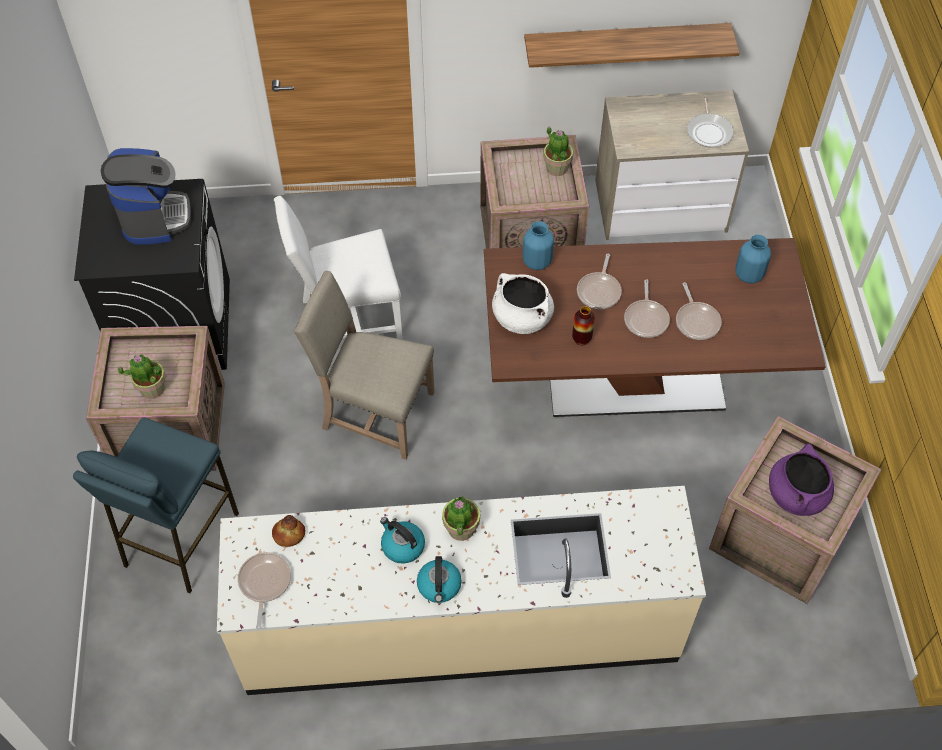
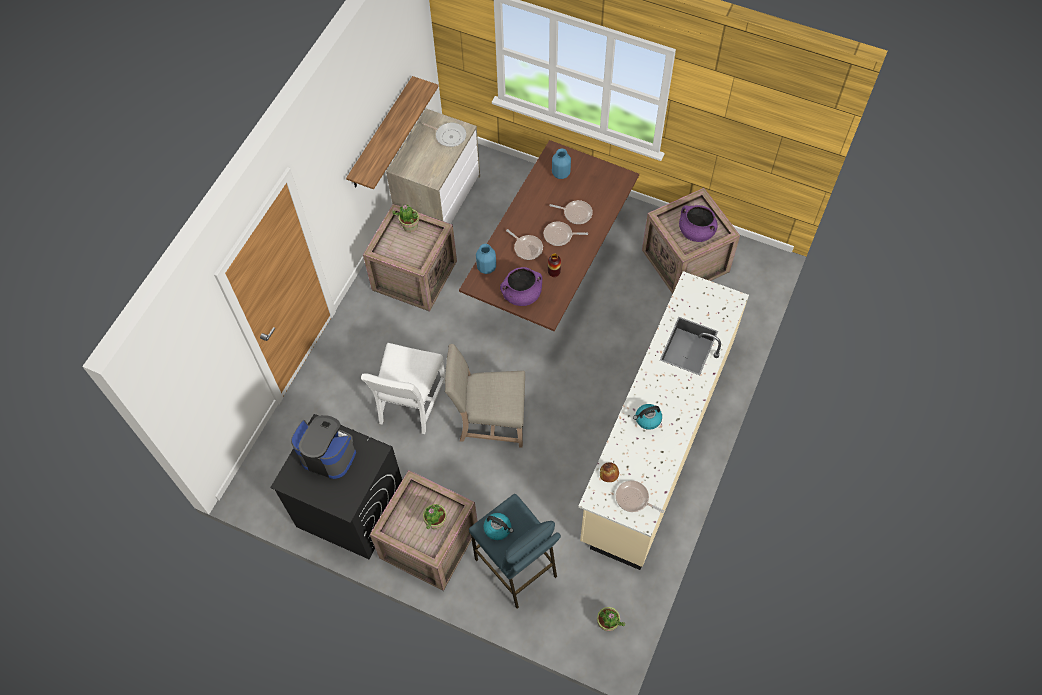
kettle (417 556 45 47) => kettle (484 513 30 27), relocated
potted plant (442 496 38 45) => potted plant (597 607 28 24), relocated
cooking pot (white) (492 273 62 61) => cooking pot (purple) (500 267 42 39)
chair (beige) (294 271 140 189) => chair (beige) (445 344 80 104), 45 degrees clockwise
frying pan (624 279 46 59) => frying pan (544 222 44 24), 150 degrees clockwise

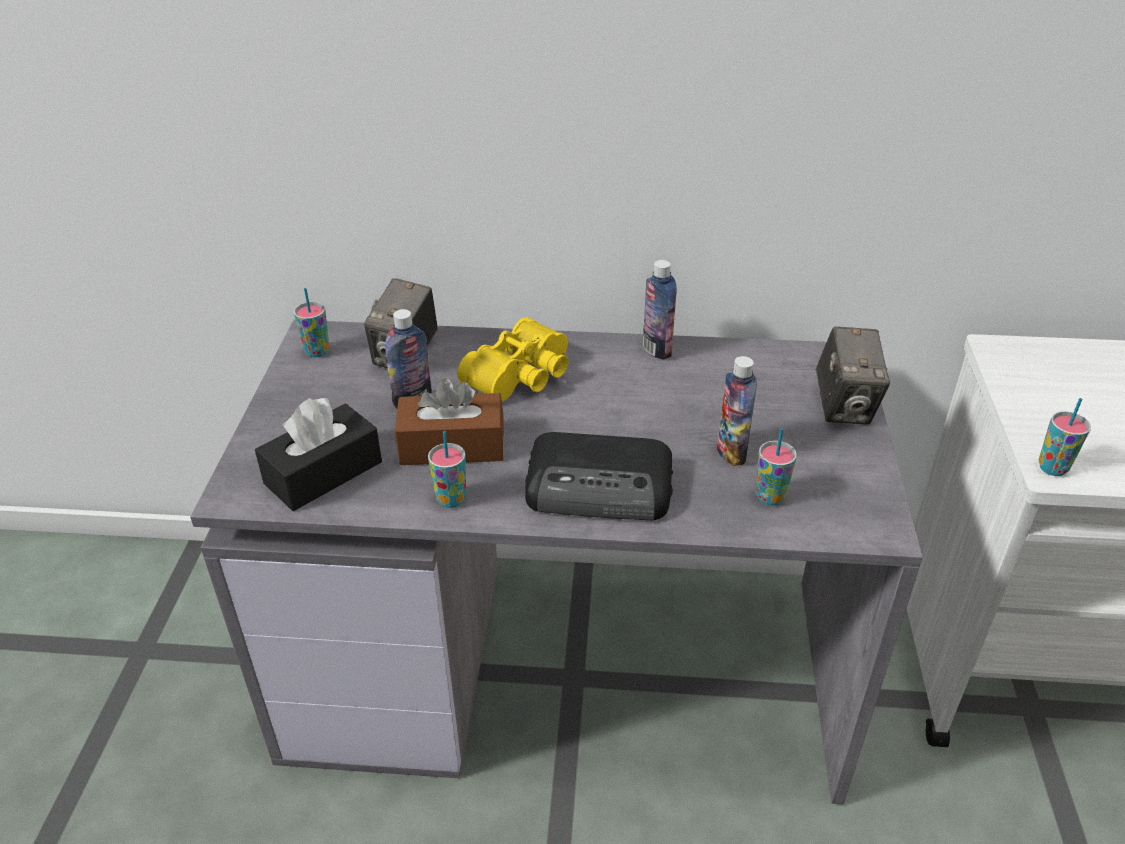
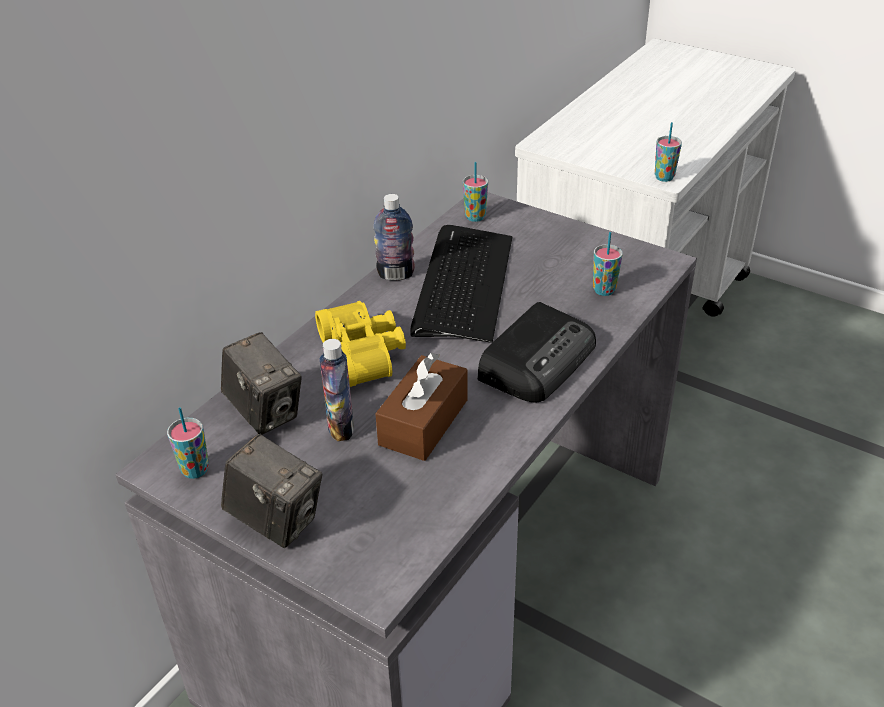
tissue box (black) (255 398 127 113) => nothing
bottle (717 356 40 110) => nothing
nothing => keyboard (410 225 102 118)
cup (428 431 38 77) => cup (463 162 25 60), relocated
photo camera (816 327 74 97) => photo camera (221 434 101 114), relocated

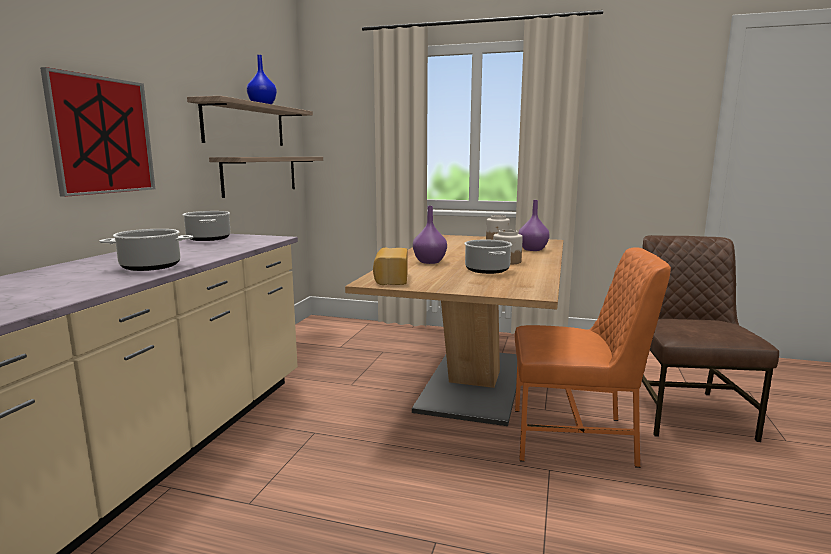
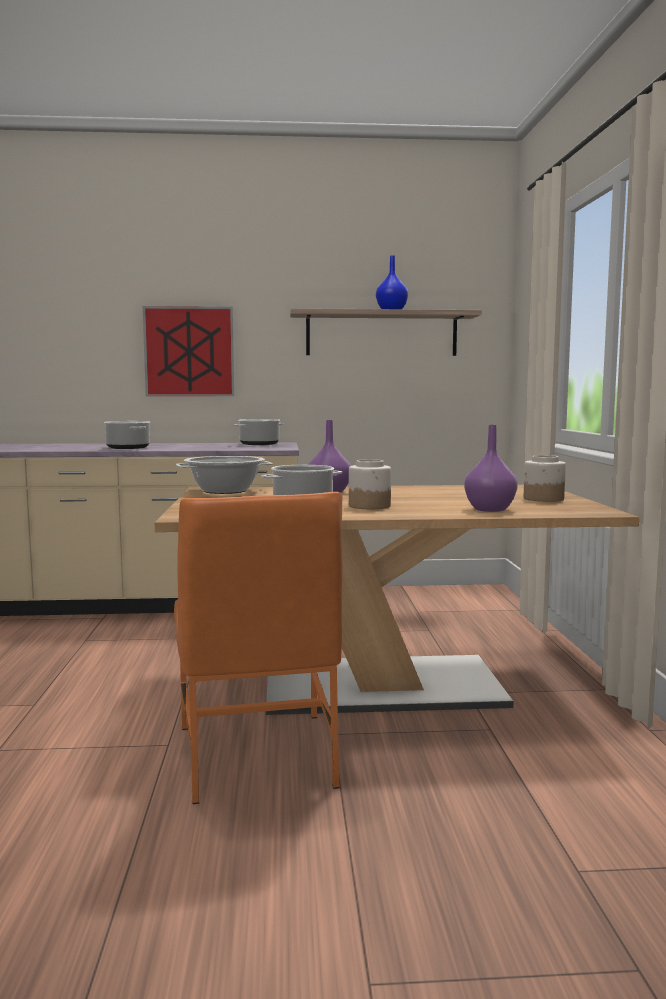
shelf (209 157 114 41) => nothing
chair (brown) (642 235 137 207) => nothing
bread (373 248 34 37) => cooking pot (176 456 97 38)

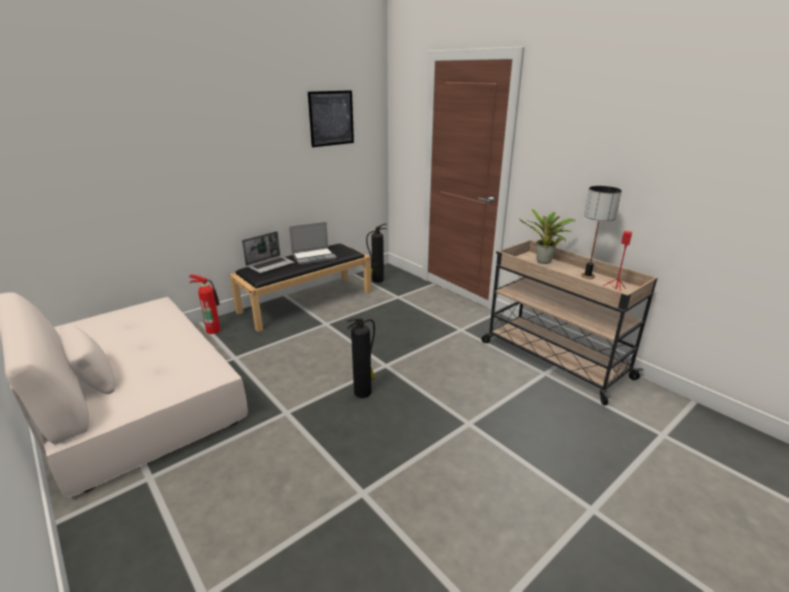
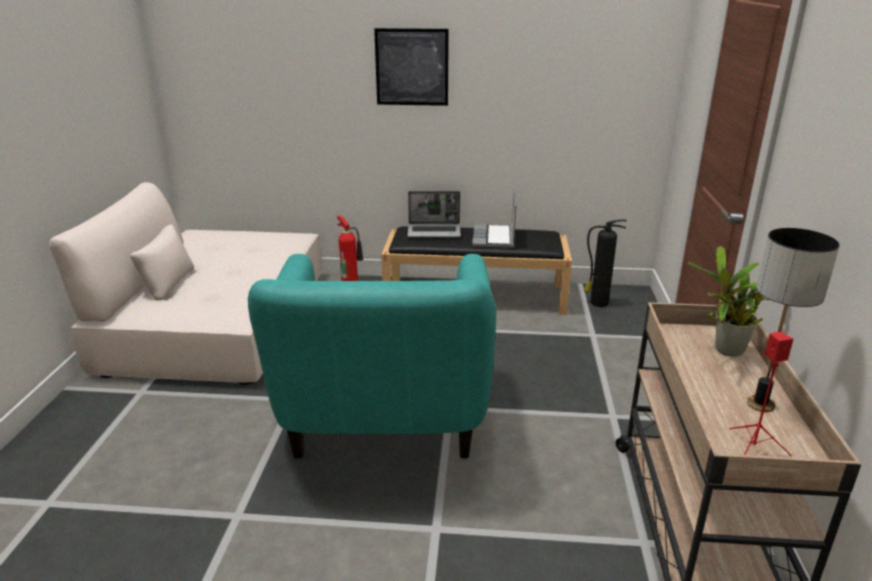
picture (308 90 46 57) => picture (374 28 75 78), relocated
fire extinguisher (346 318 29 80) => armchair (turquoise) (248 254 248 204)
laptop (289 222 48 43) => laptop (472 189 44 59), 75 degrees clockwise

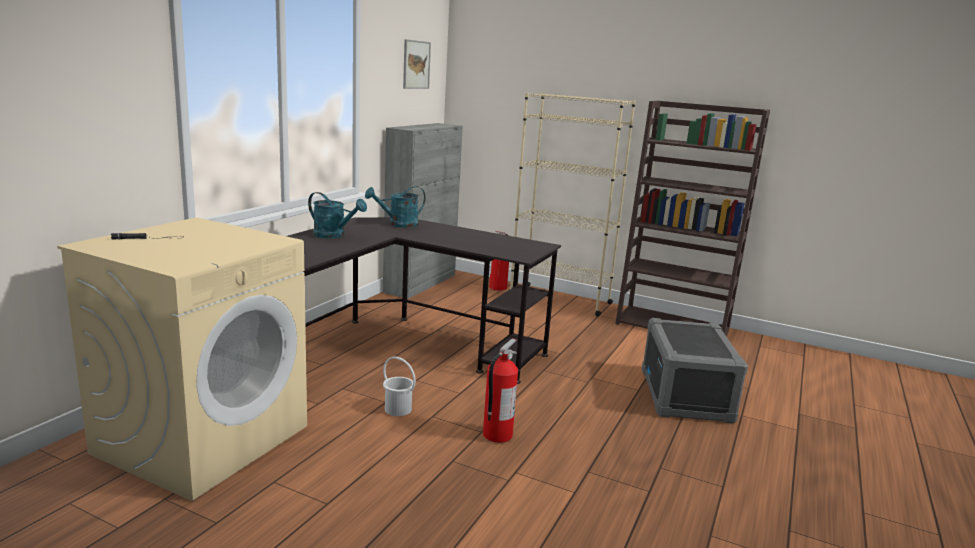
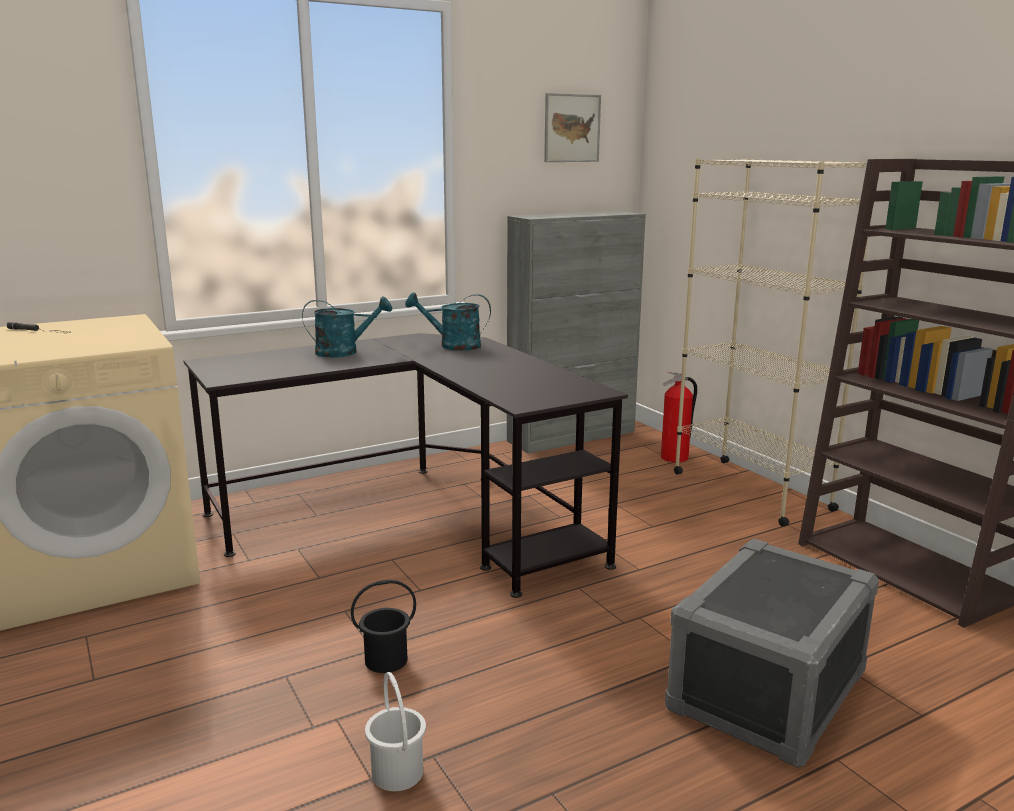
bucket (white) (383 357 33 59) => bucket (white) (365 672 61 119), relocated
fire extinguisher (483 338 35 105) => bucket (black) (351 580 65 93)
watering can (turquoise) (308 192 59 47) => watering can (turquoise) (302 296 90 61), 75 degrees counterclockwise

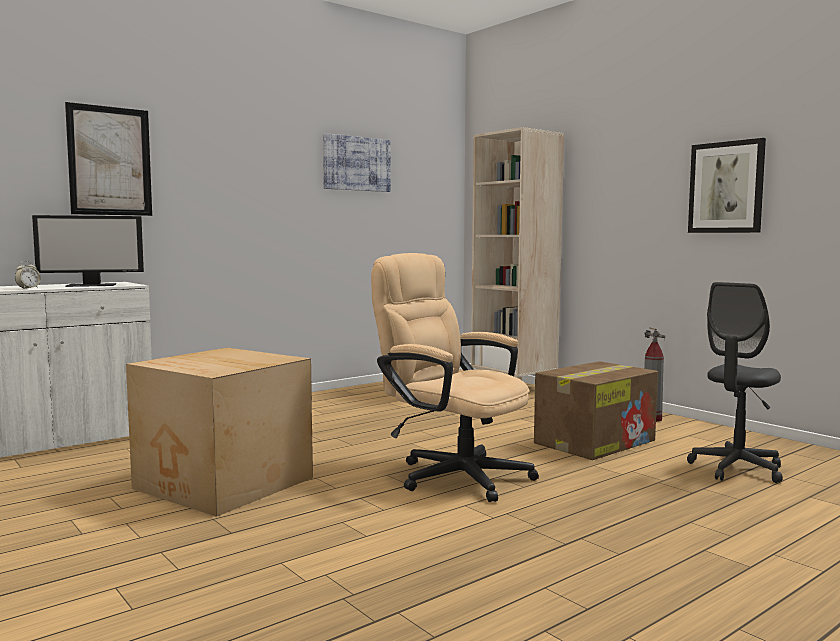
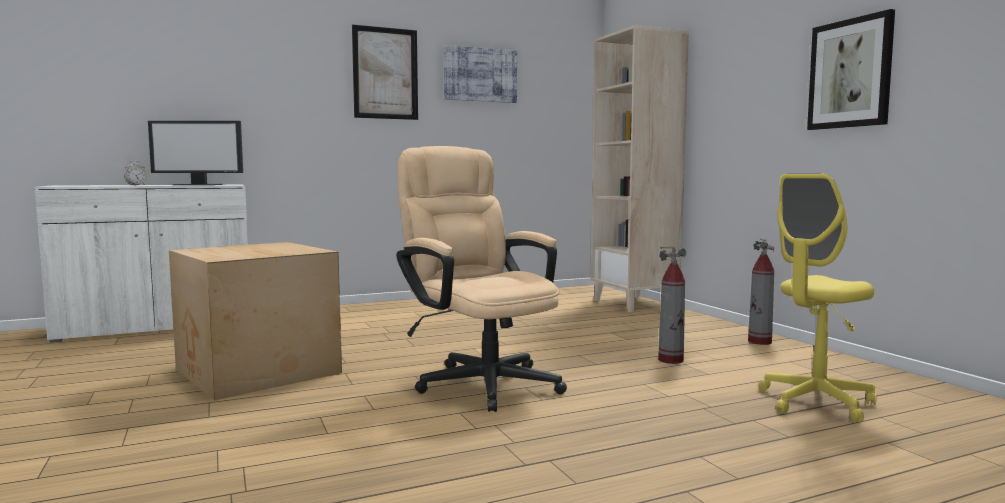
picture (65 102 87 114) => picture (352 24 66 96), relocated
cardboard box (534 361 124 99) => fire extinguisher (658 247 28 117)
office chair (grey) (687 282 96 201) => office chair (yellow) (759 174 117 248)

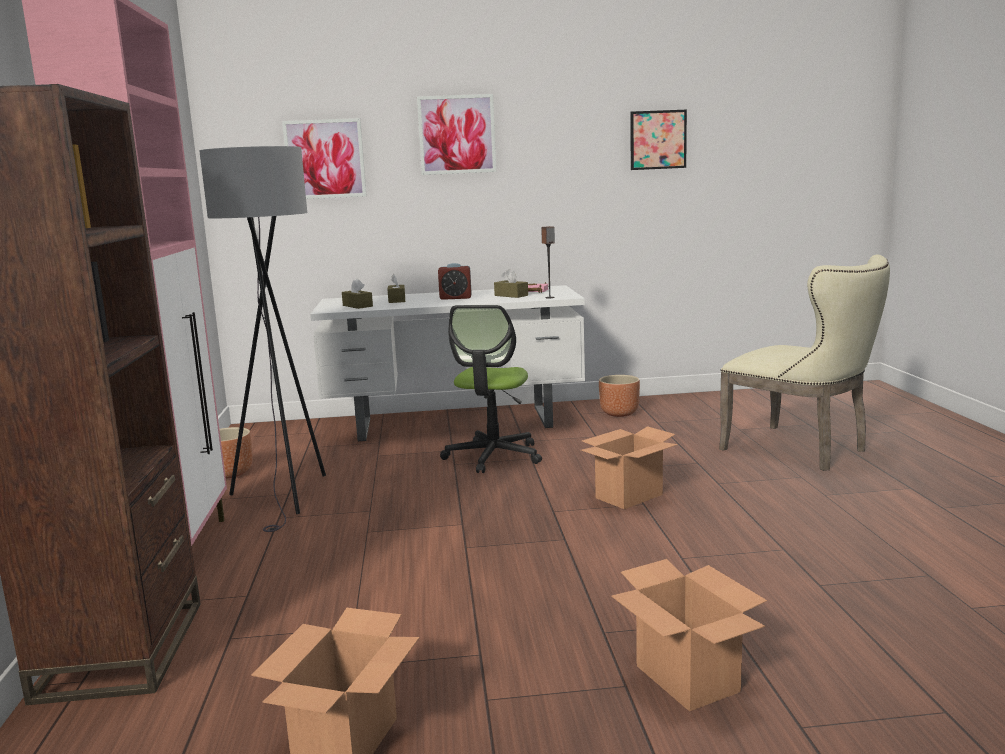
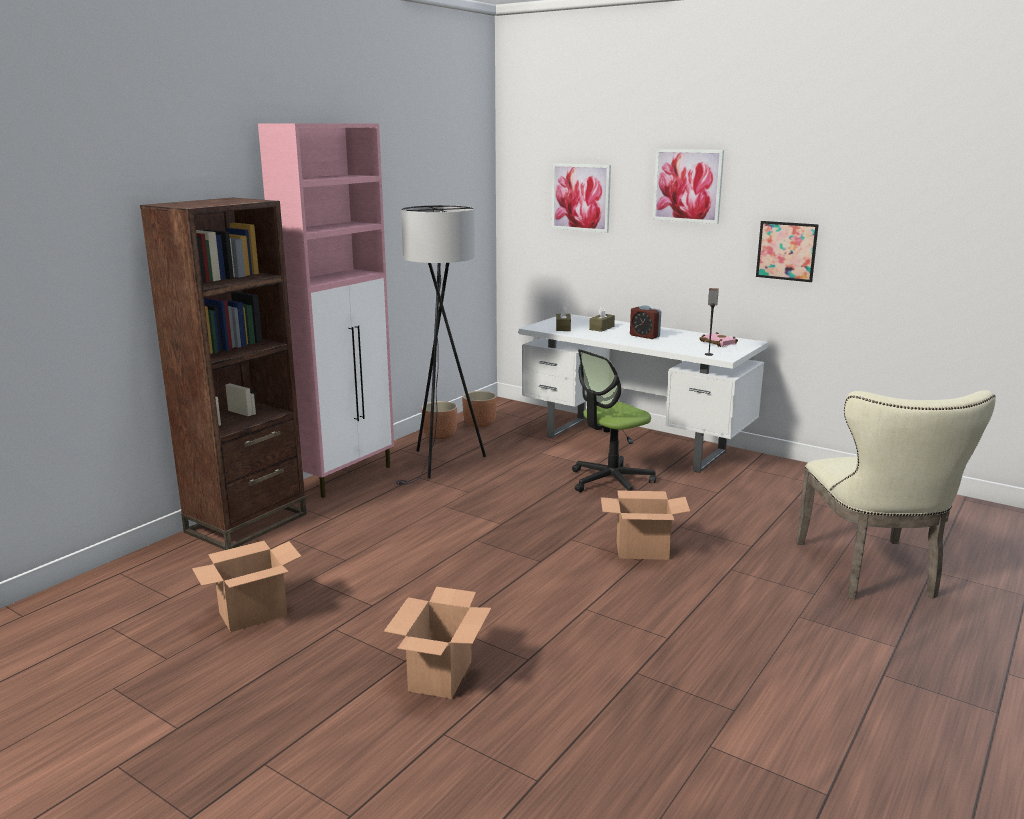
tissue box (brown) (494 269 34 29) => nothing
planter (brown) (599 375 41 42) => planter (brown) (462 391 35 36), relocated
picture (630 110 57 60) => picture (756 221 63 61), relocated

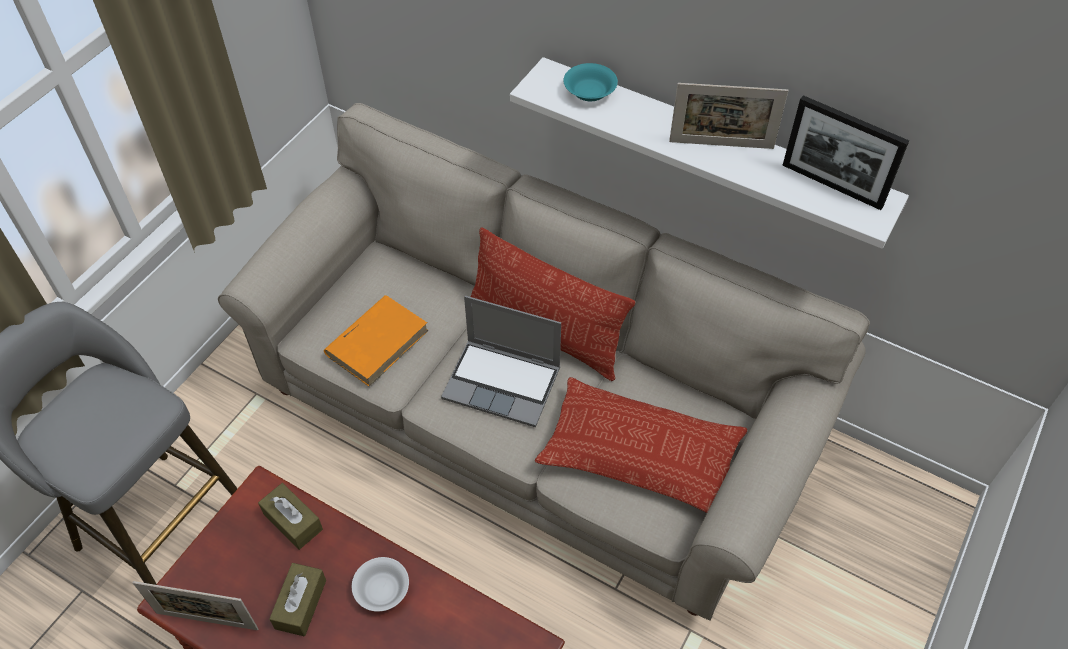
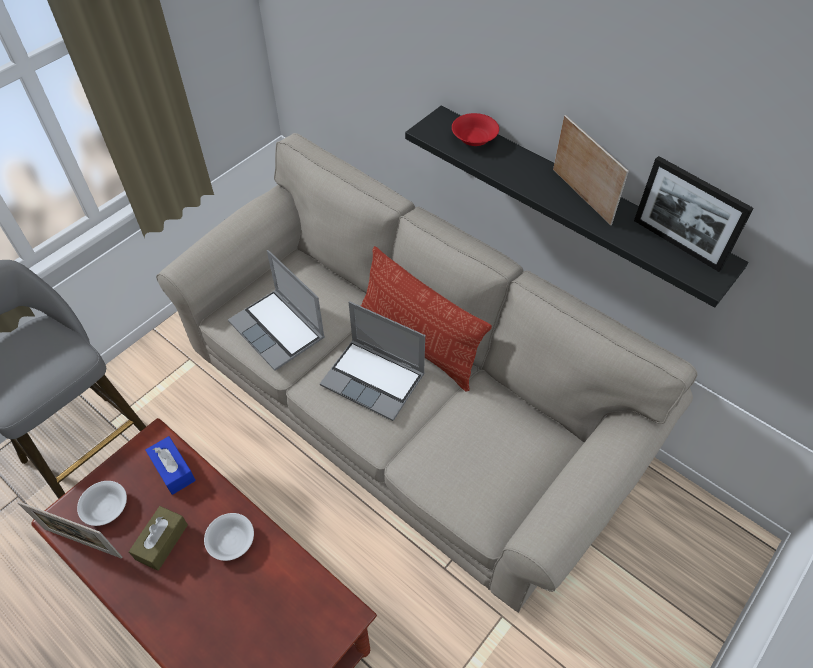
pillow (535 377 212 136) => nothing
nothing => bowl (white) (77 481 50 45)
book (orange) (324 295 105 92) => laptop (228 250 97 121)
tissue box (brown) (258 483 65 67) => tissue box (blue) (146 436 50 59)
shelf (white) (510 57 399 192) => shelf (black) (405 106 343 202)
bowl (turquoise) (564 63 54 38) => bowl (red) (452 113 47 33)
picture frame (669 83 120 66) => picture frame (553 115 76 110), 135 degrees counterclockwise

